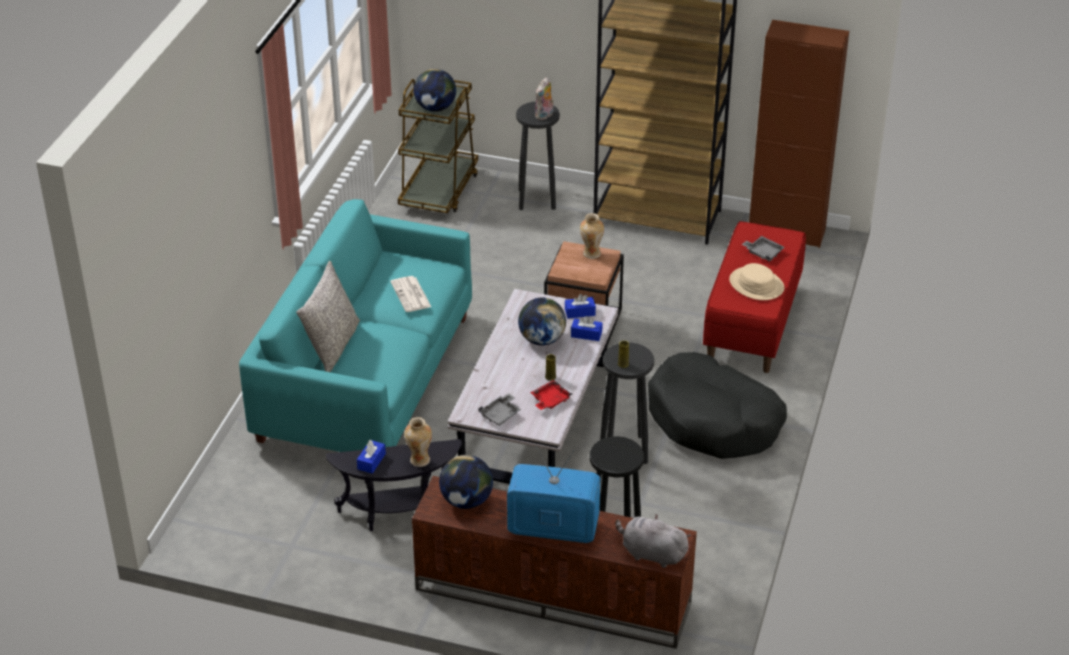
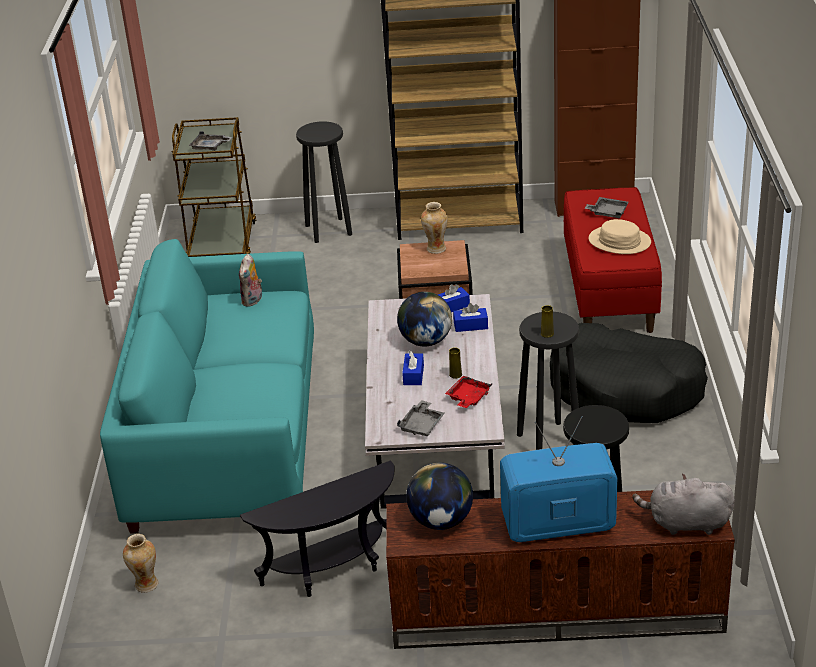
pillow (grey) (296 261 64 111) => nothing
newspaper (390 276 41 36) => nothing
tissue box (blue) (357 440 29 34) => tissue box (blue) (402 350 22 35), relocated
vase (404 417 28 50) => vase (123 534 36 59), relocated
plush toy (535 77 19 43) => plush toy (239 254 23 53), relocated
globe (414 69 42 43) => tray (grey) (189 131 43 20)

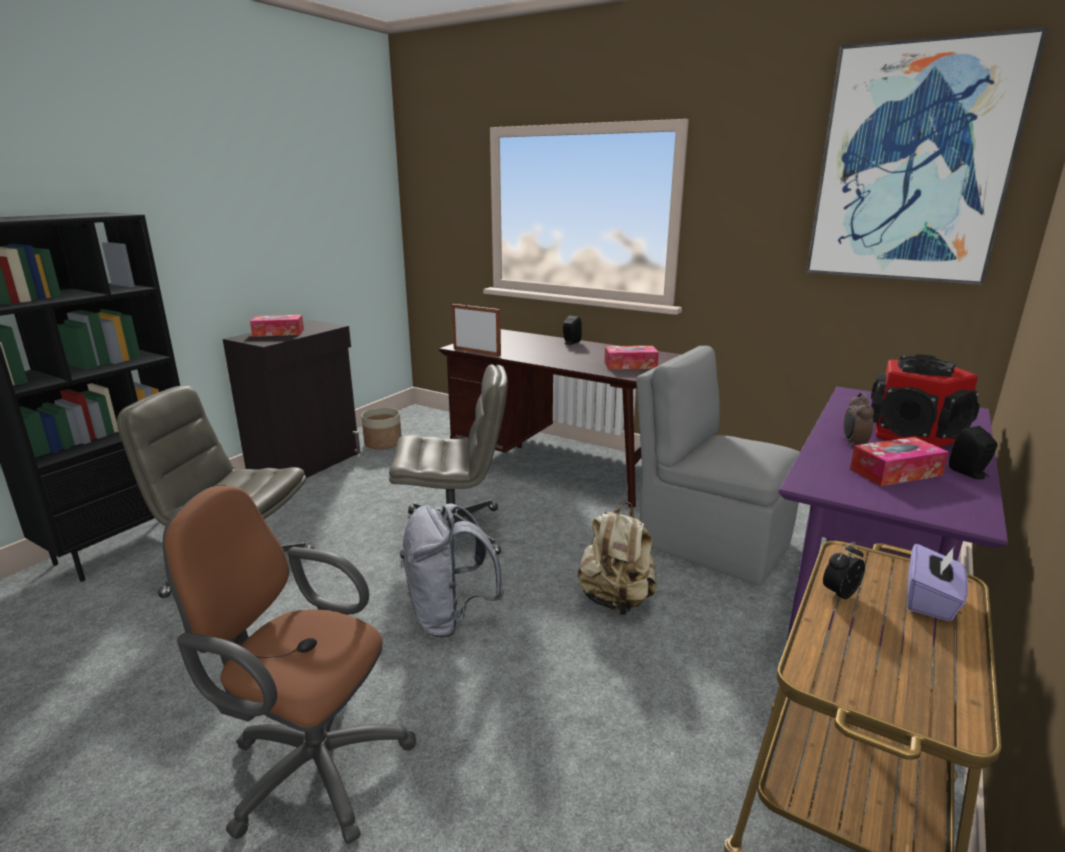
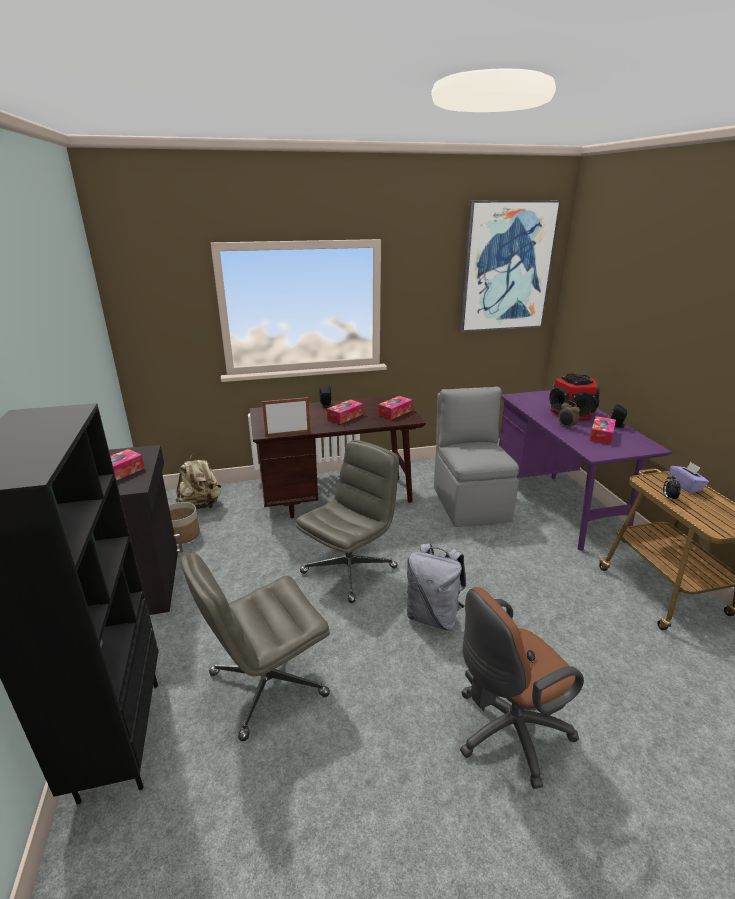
nothing => tissue box (327 399 36 25)
backpack (beige) (578 502 79 113) => backpack (beige) (176 453 45 56), relocated
chair (grey) (636 346 164 239) => chair (grey) (434 387 85 140), 90 degrees clockwise

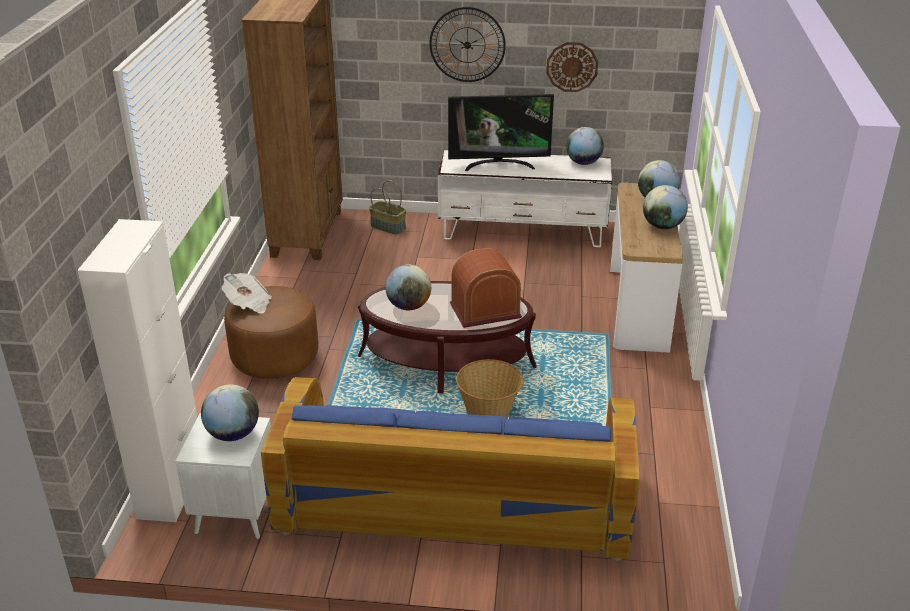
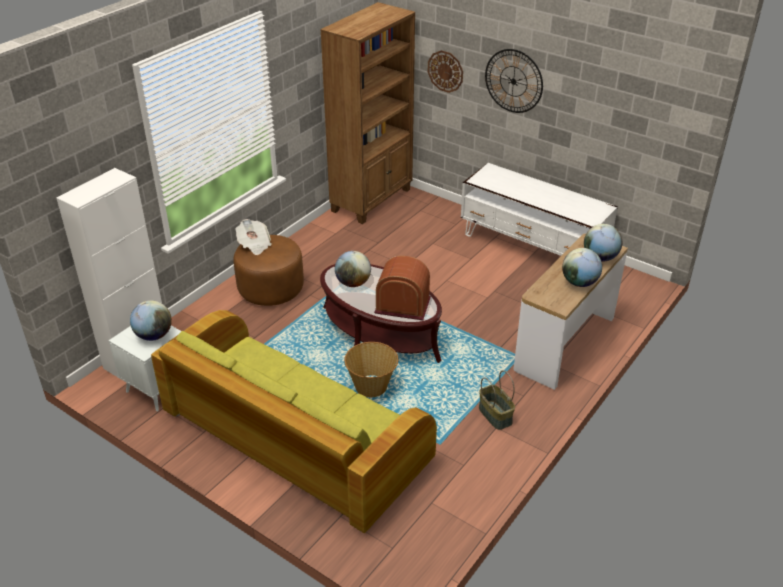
television (448 94 106 77) => nothing
globe (566 127 38 38) => nothing
basket (369 180 37 55) => basket (479 370 36 60), relocated
wall clock (546 42 52 50) => wall clock (428 50 35 43), relocated
sofa (blue) (261 377 379 185) => sofa (green) (151 310 286 224)

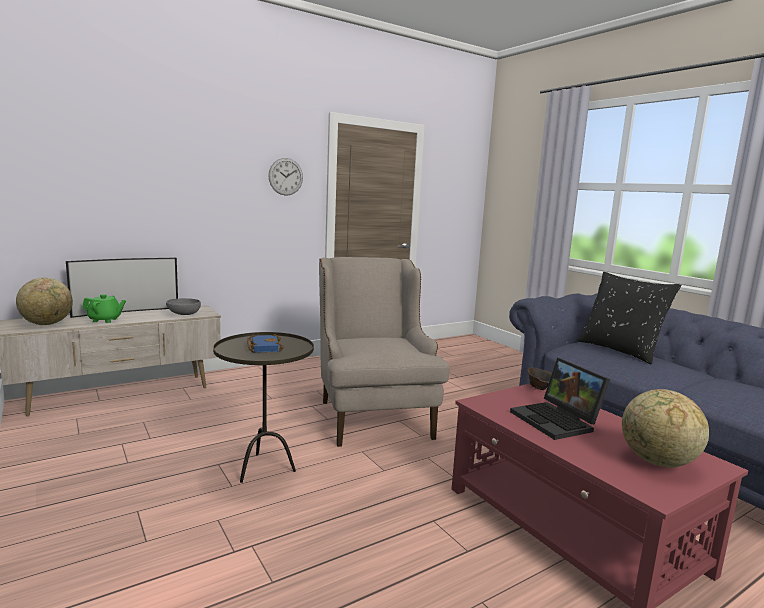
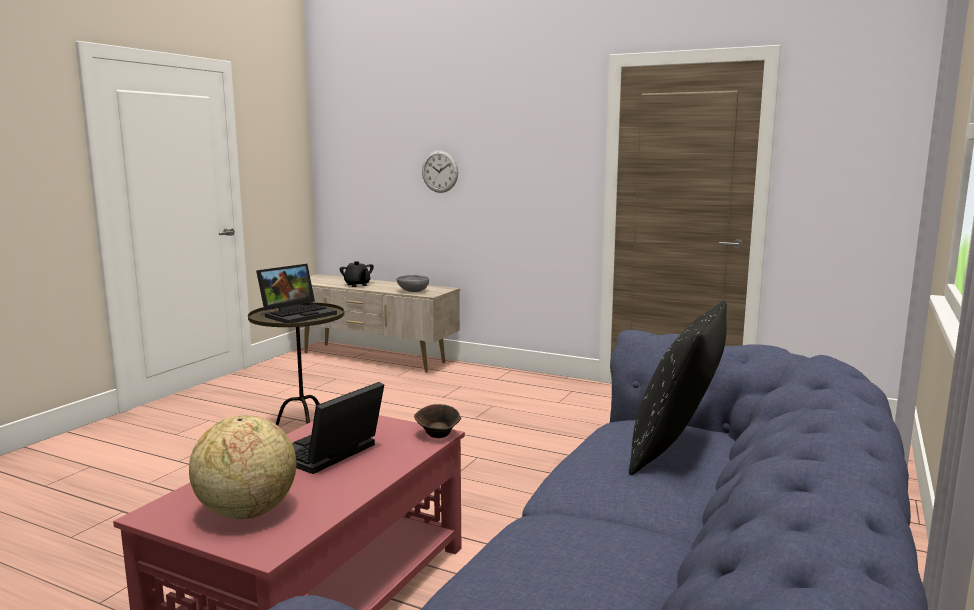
globe (16 277 57 48) => nothing
television (66 258 112 60) => nothing
armchair (beige) (319 257 131 190) => nothing
wall clock (268 158 35 38) => wall clock (422 150 36 43), relocated
book (blue) (247 334 37 19) => laptop (256 264 81 59)
teapot (green) (82 294 44 29) => teapot (black) (340 261 34 26)

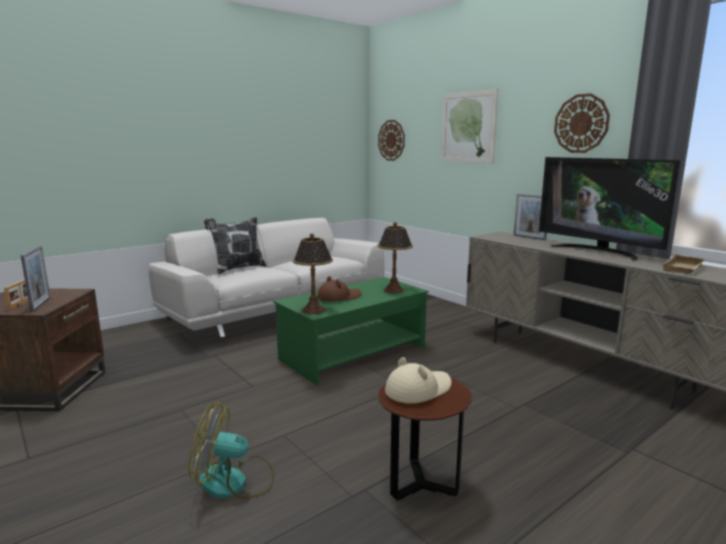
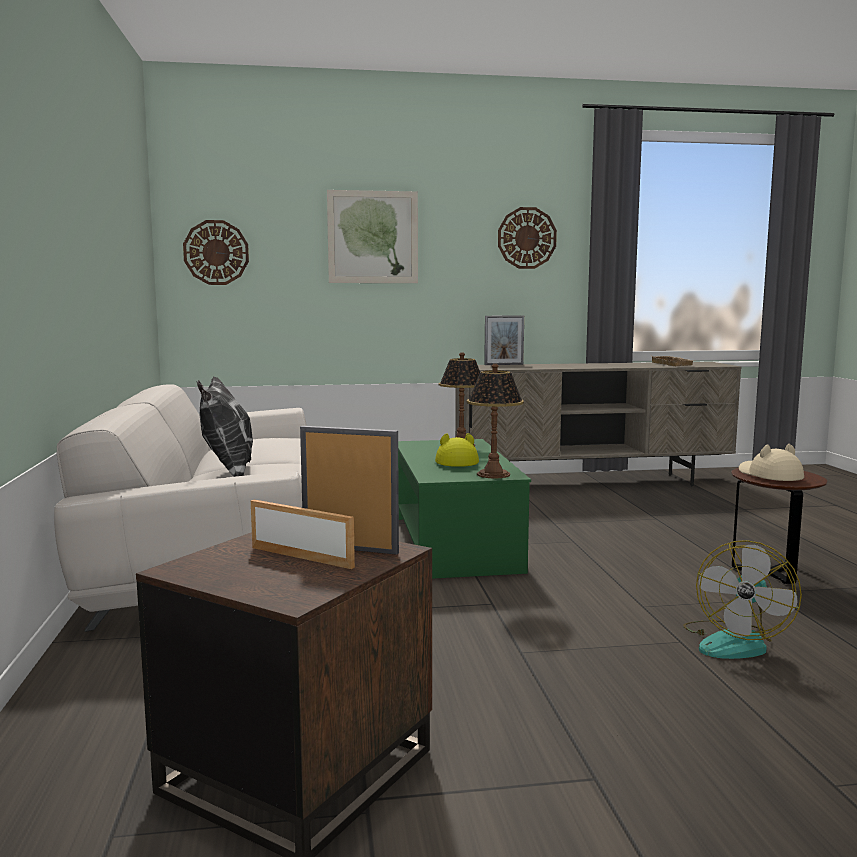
television (539 157 141 104) => nothing
hat (brown) (317 276 45 26) => hat (yellow) (435 433 44 34)

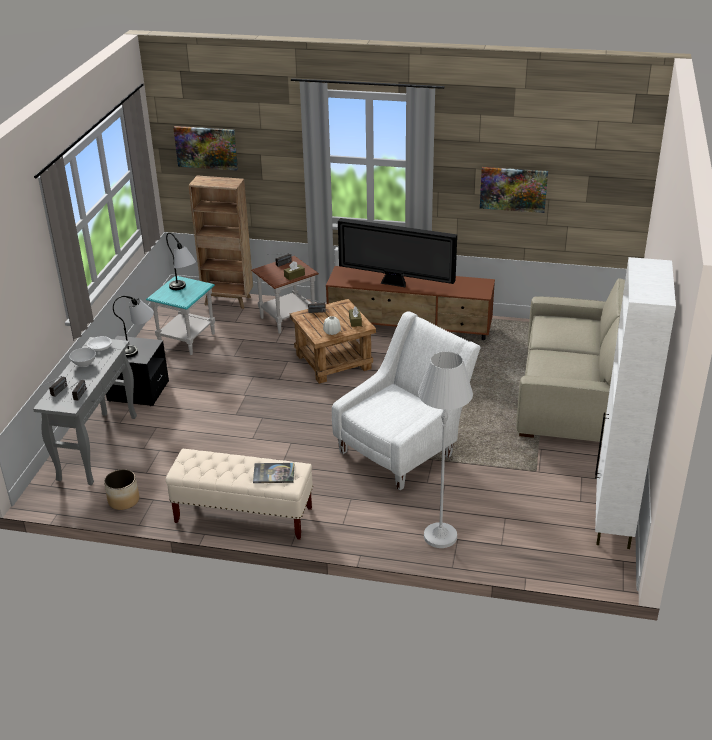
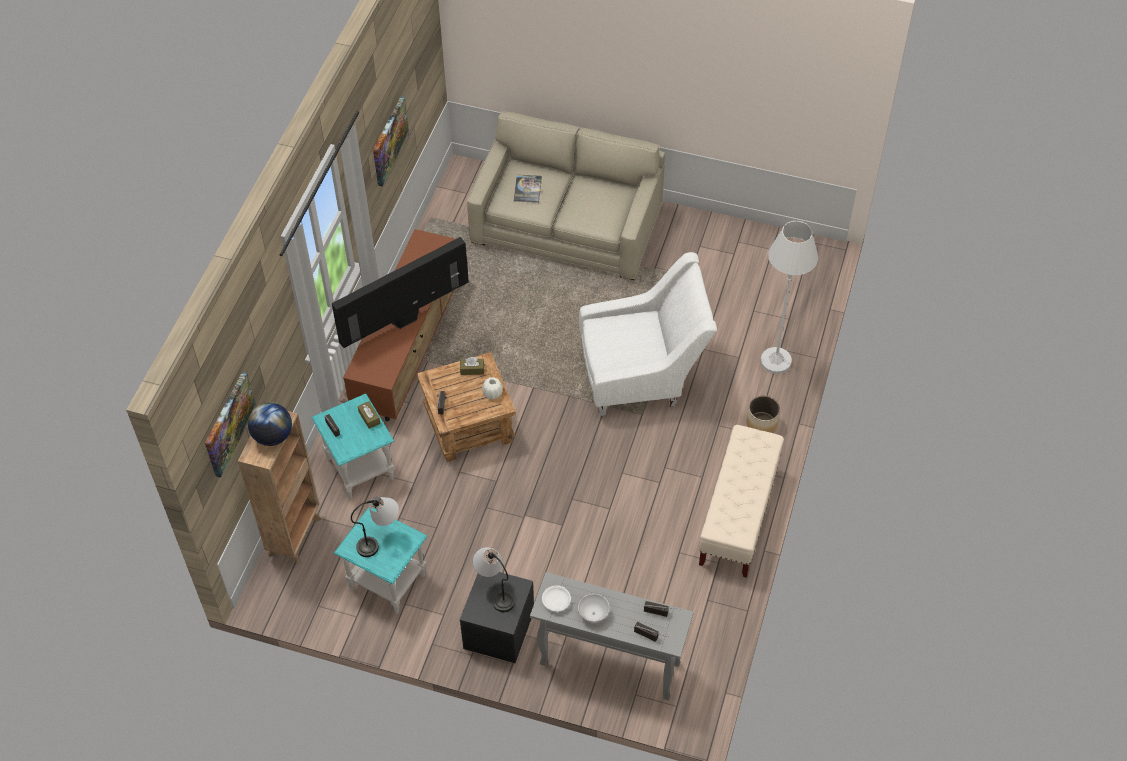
cabinet (white) (595 257 81 292) => nothing
nothing => globe (248 402 44 44)
planter (104 469 35 41) => planter (746 396 34 37), relocated
book (253 463 41 20) => book (514 175 28 28), relocated
side table (brown) (251 256 68 78) => side table (turquoise) (312 393 82 105)
armchair (white) (332 311 149 179) => armchair (white) (579 252 138 164), 120 degrees clockwise
television (338 218 119 70) => television (332 237 137 111), 150 degrees counterclockwise

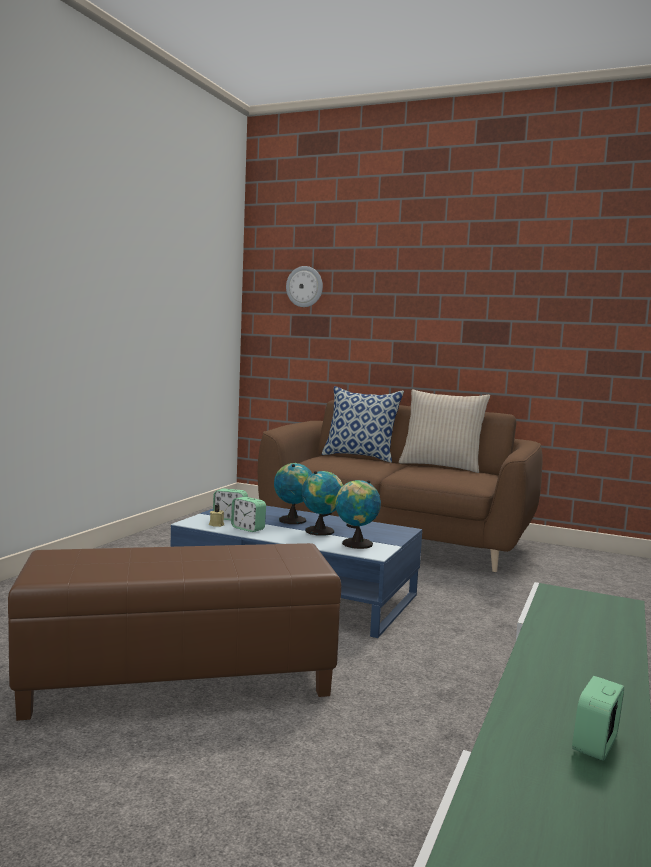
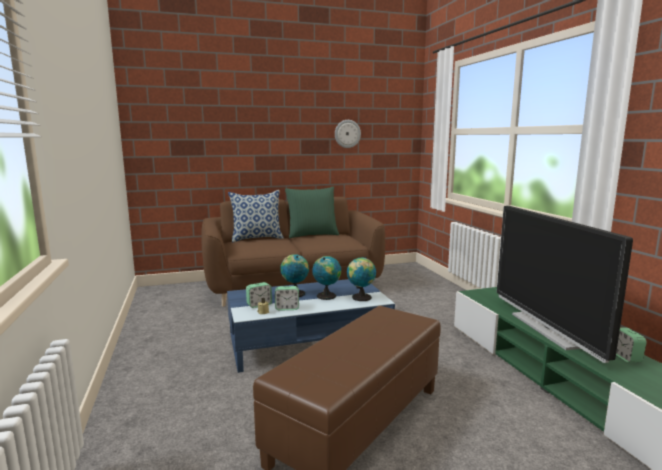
nothing => television (497 206 136 157)
wall clock (286 266 37 41) => wall clock (335 120 26 28), relocated
pillow (beige) (399 390 91 83) => pillow (green) (285 187 54 51)

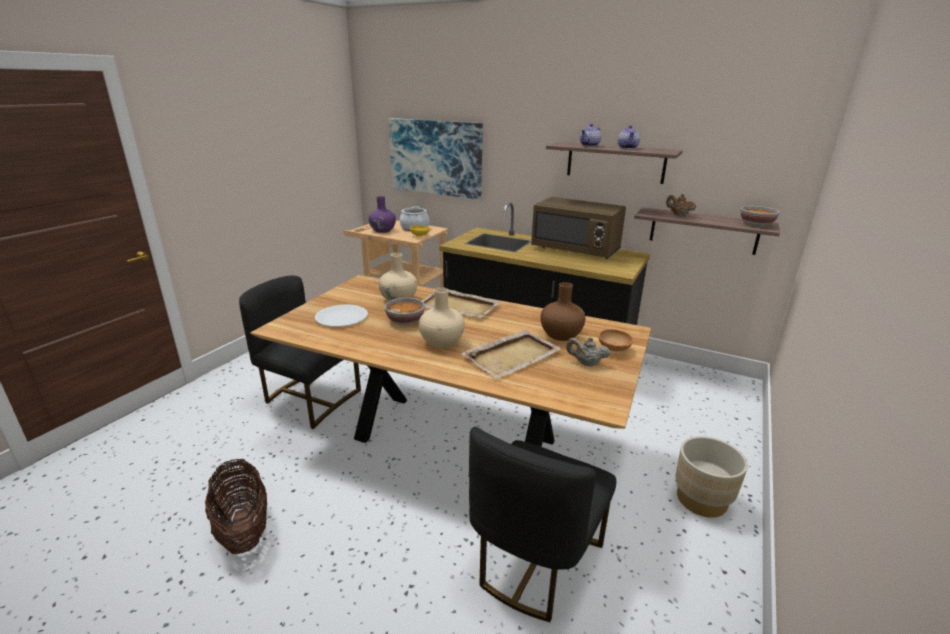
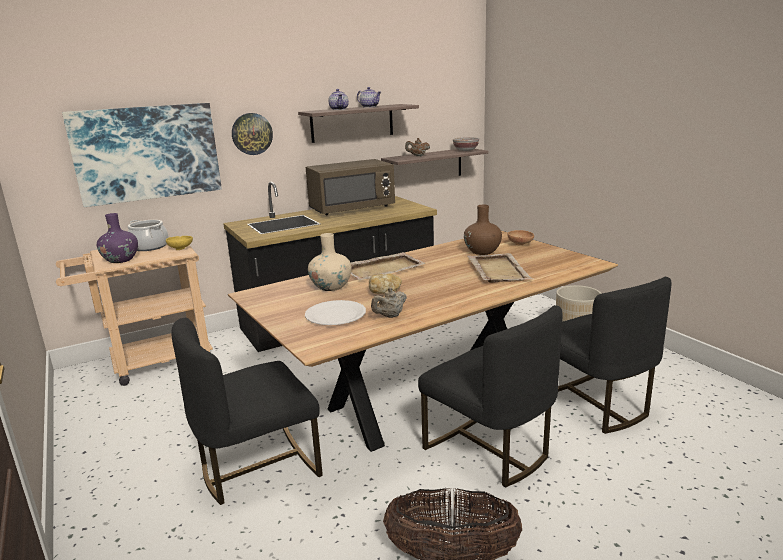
vase (beige) (419 287 46 61) => nothing
nothing => wall clock (232 113 41 42)
nothing => chair (black) (418 305 144 183)
teapot (beige) (566 337 45 30) => teapot (beige) (371 288 36 30), relocated
bowl (384 298 41 27) => bread (369 273 33 21)

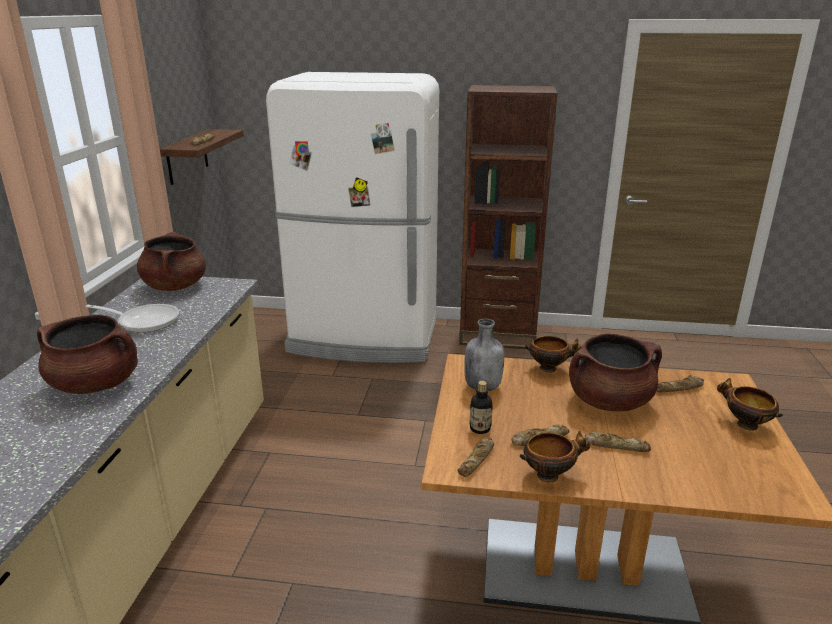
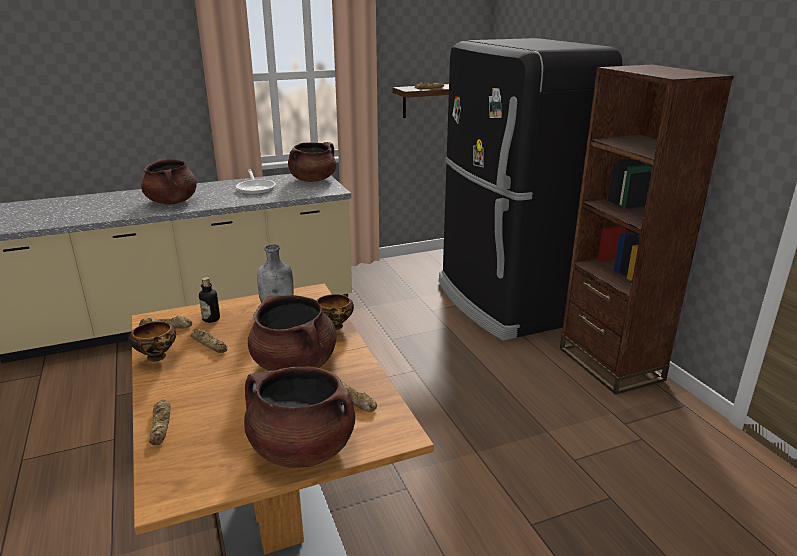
bread (585 432 66 20) => bread (149 399 21 46), relocated
bowl (717 378 66 53) => cooking pot (brown) (244 367 111 101)
fridge (white) (266 72 173 291) => fridge (black) (439 38 183 303)

